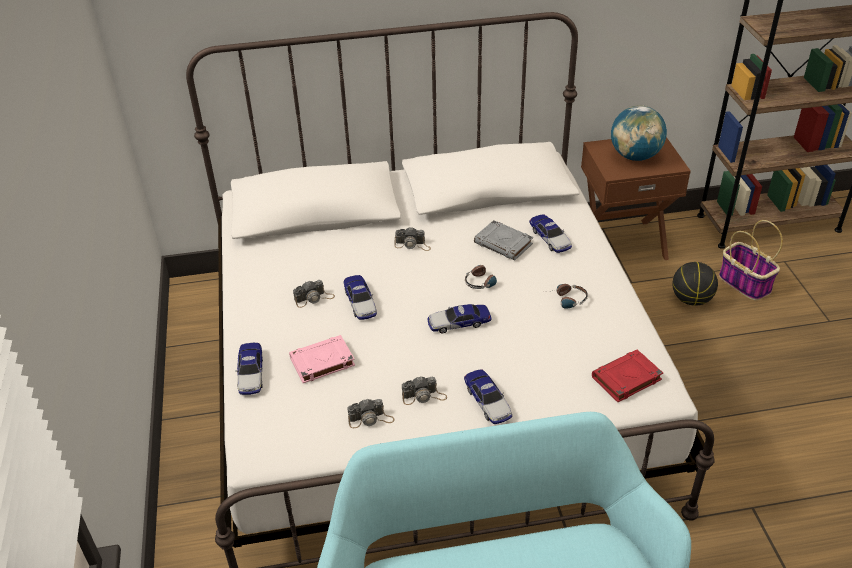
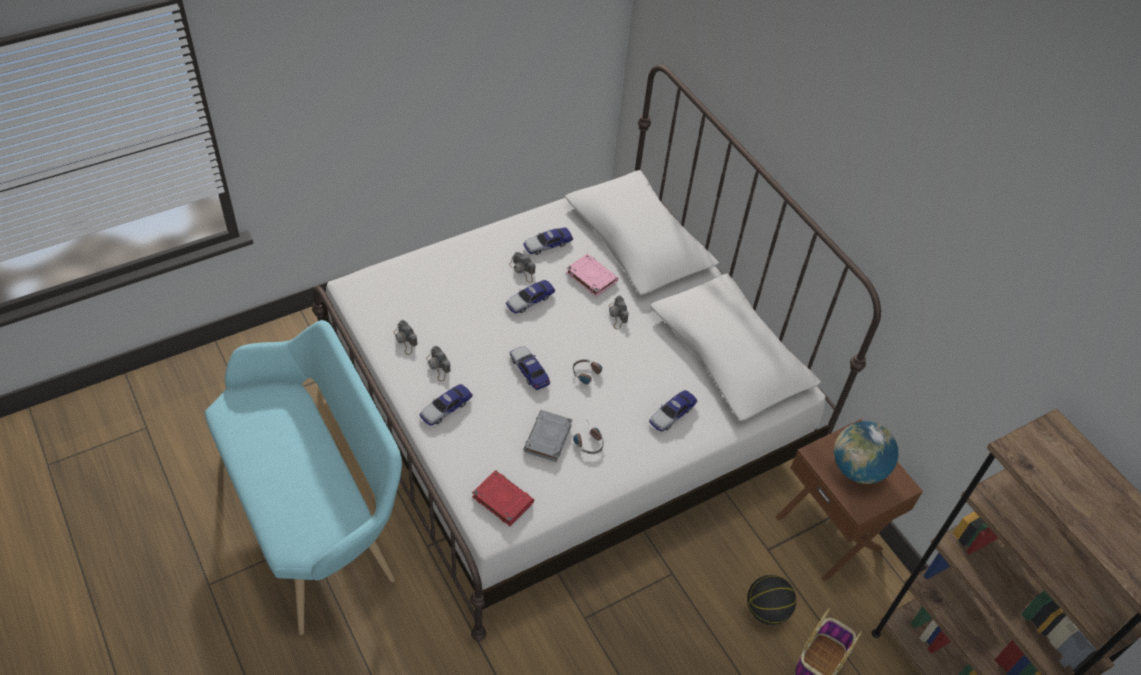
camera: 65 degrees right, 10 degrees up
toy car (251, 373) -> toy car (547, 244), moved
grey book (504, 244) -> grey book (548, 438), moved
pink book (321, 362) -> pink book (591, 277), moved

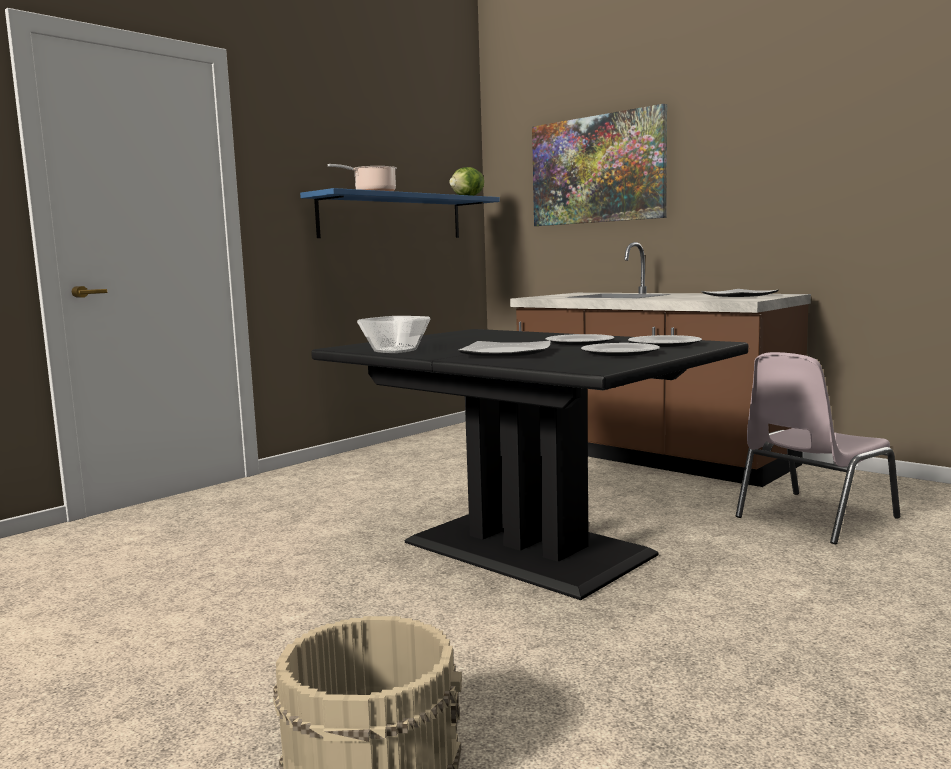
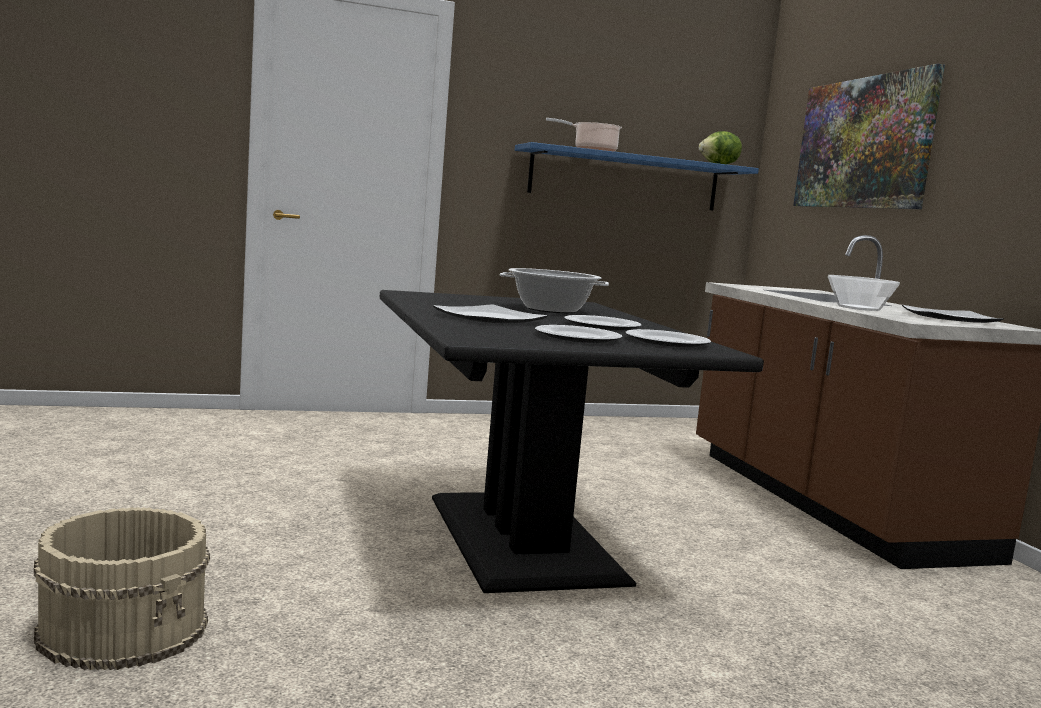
camera: 30 degrees right, 0 degrees up
none -> cooking pot (551, 310)
bowl (396, 351) -> bowl (860, 308), moved
pink chair (812, 517) -> none

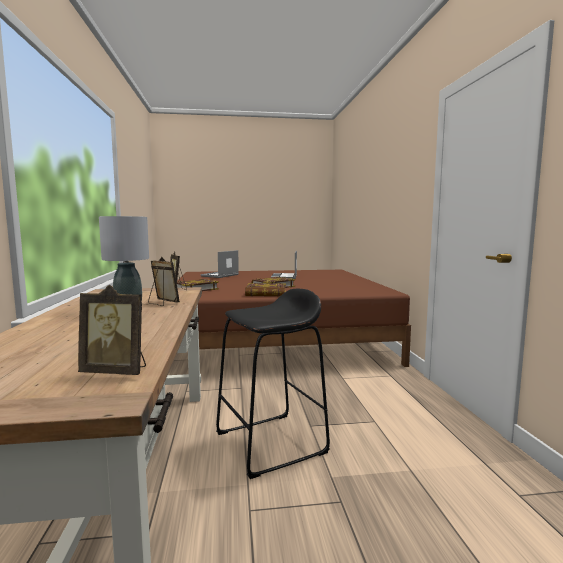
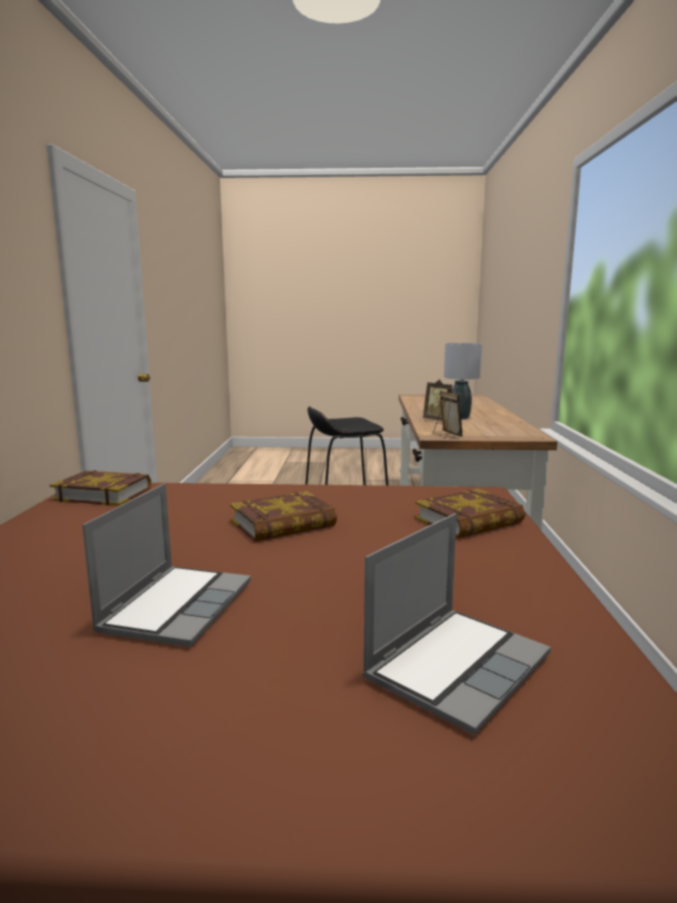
camera: 170 degrees left, 5 degrees up
book (266, 293) -> book (103, 494), moved
picture frame (116, 371) -> none

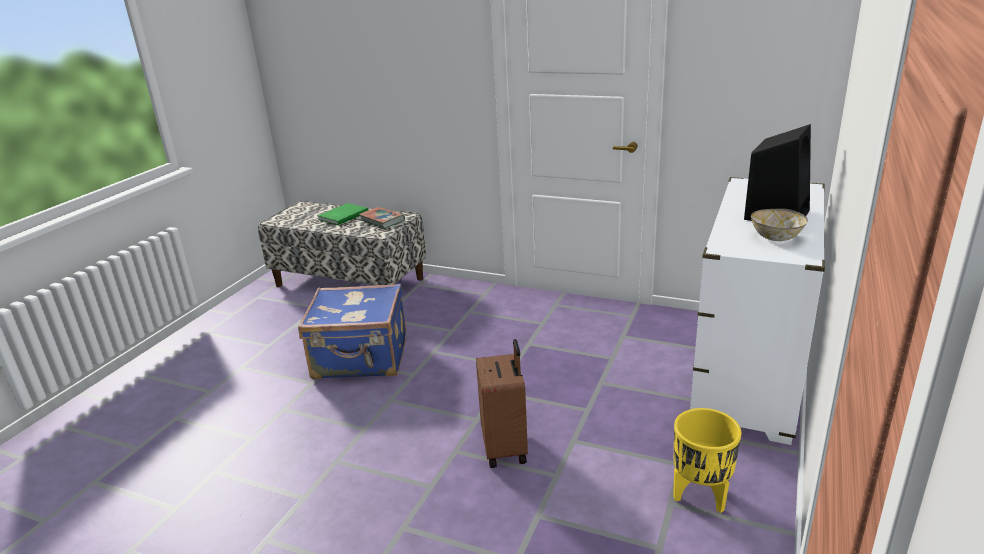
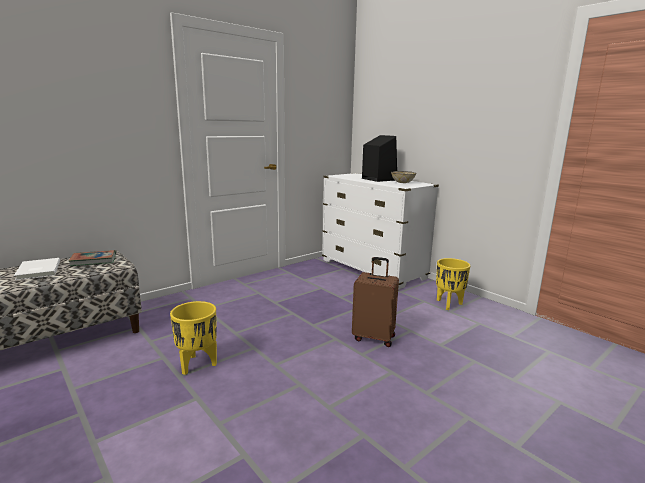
camera: 65 degrees left, 10 degrees down
green book (342, 215) -> white book (37, 270)
blue suitcase (361, 359) -> yellow planter (197, 364)

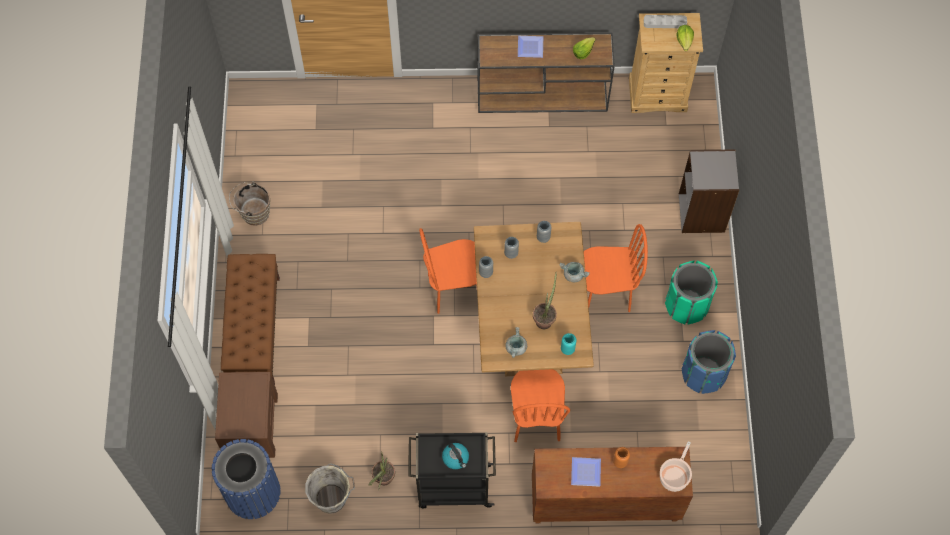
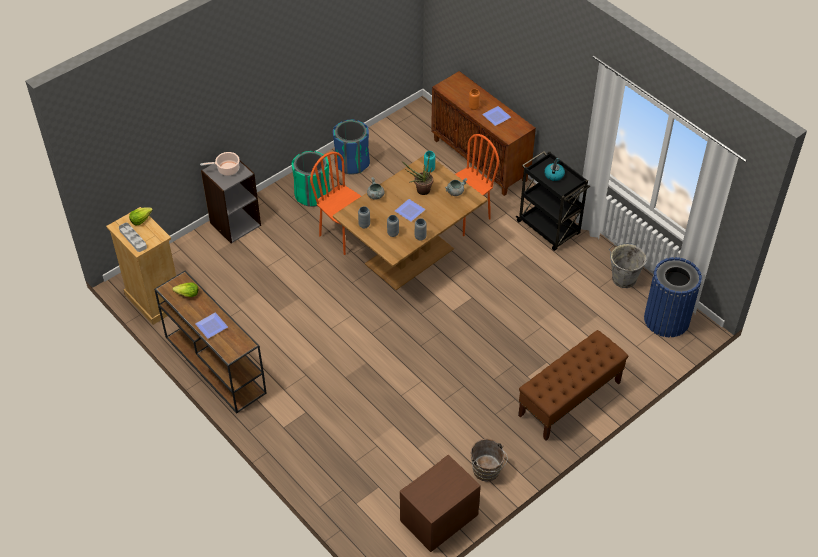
camera: 130 degrees left, 15 degrees down
cooking pot (674, 476) -> cooking pot (226, 169), moved
none -> plate (411, 211)
brown nightstand (251, 425) -> brown nightstand (438, 518), moved
potted plant (382, 481) -> none
orange chair (454, 289) -> none

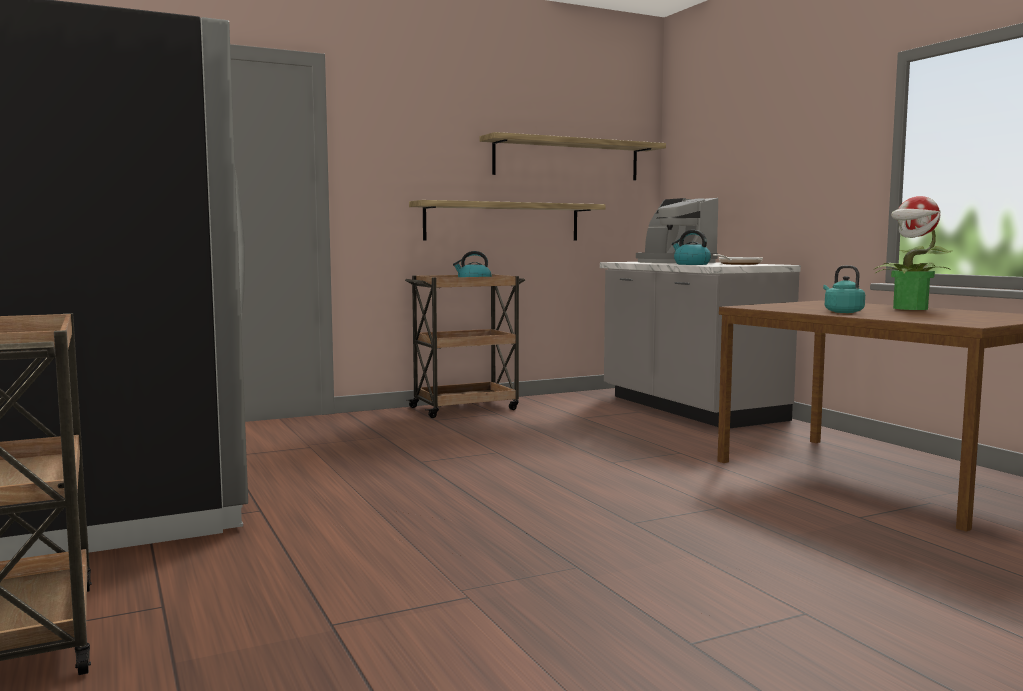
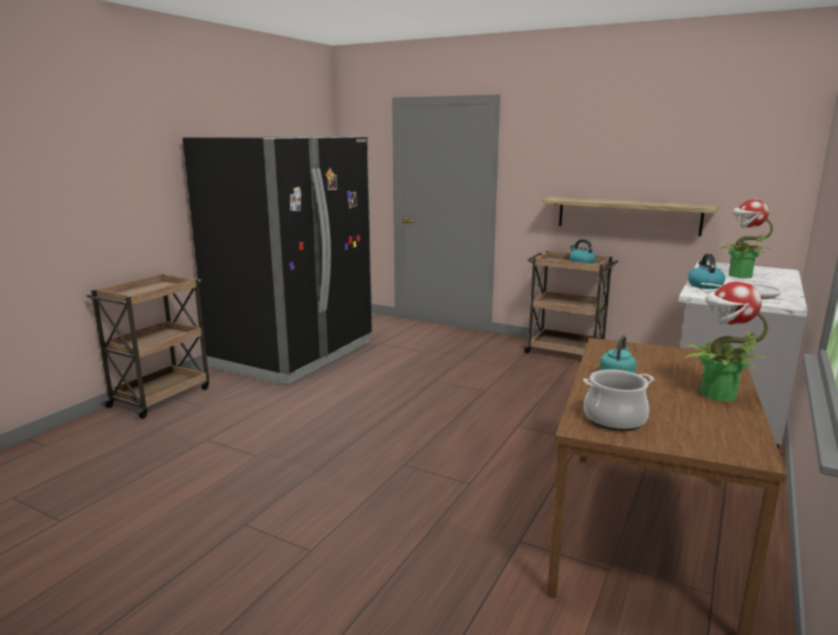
camera: 55 degrees right, 10 degrees up
none -> cooking pot (614, 419)
coffee machine (673, 262) -> potted plant (739, 275)
shelf (567, 159) -> none

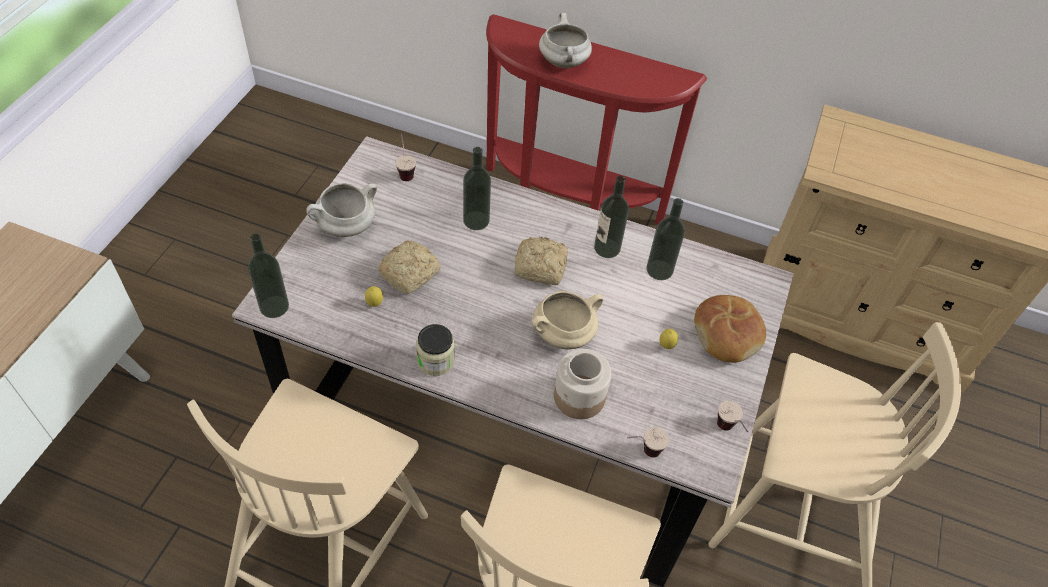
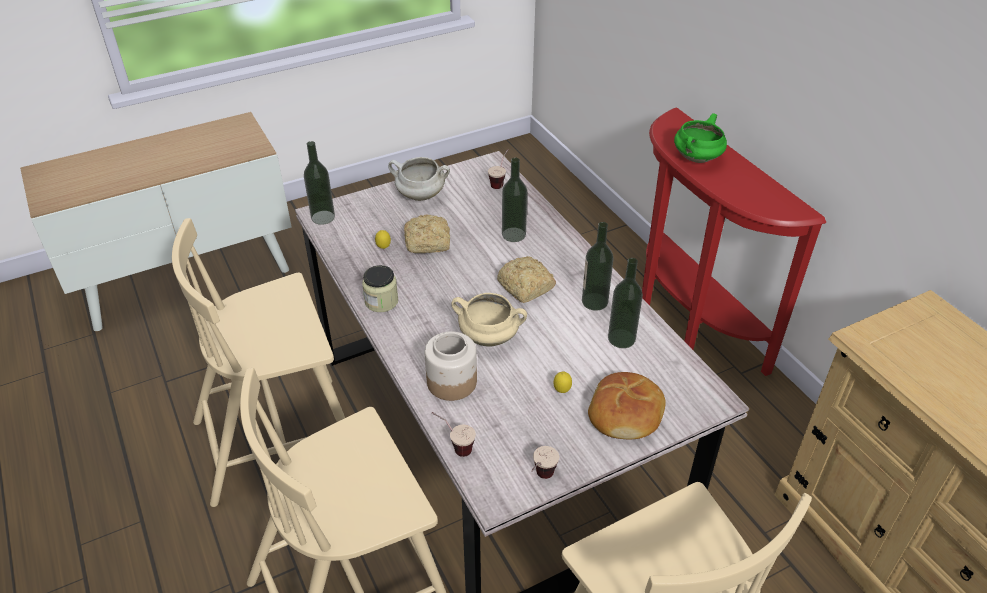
camera: 45 degrees right, 10 degrees down
white cooking pot (564, 63) -> green cooking pot (697, 159)

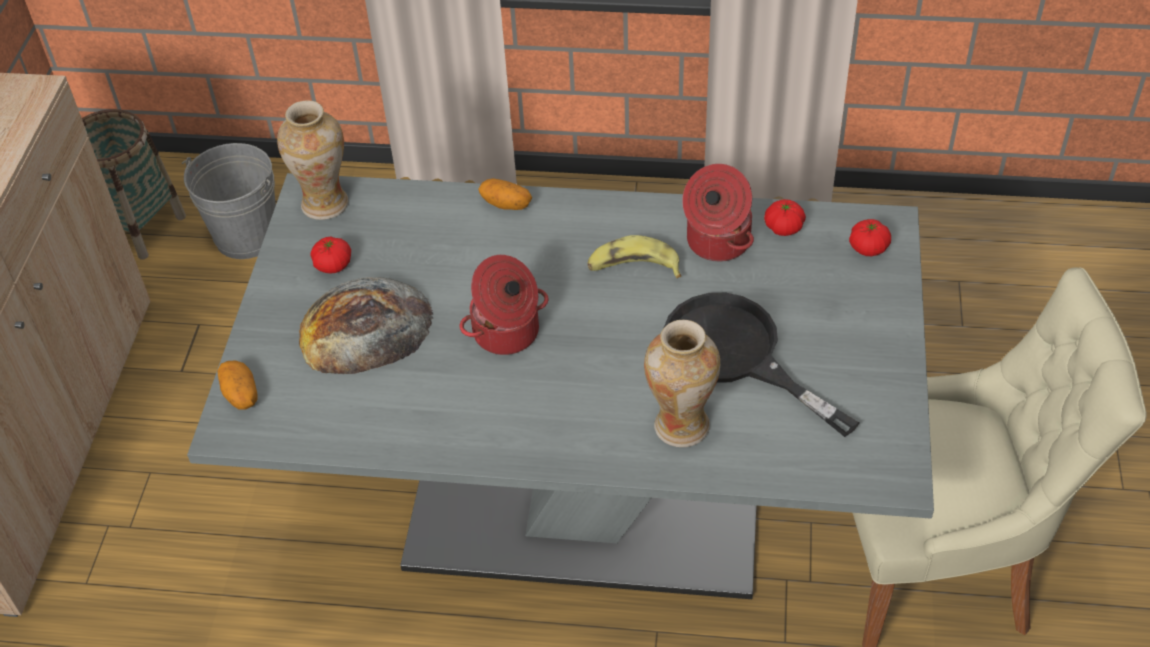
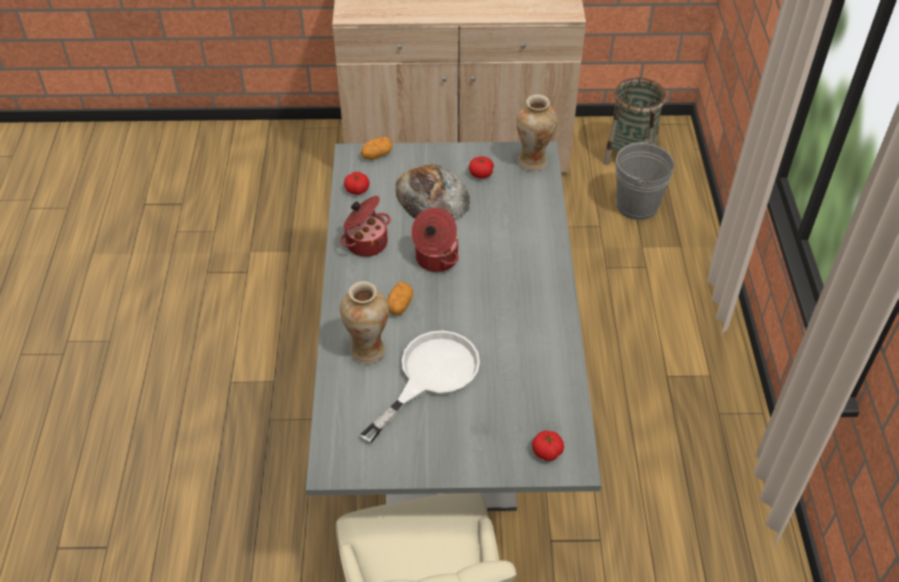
camera: 80 degrees right, 0 degrees up
cooking pot (716, 242) -> cooking pot (366, 242), moved
tomato (783, 228) -> tomato (357, 190), moved
black frying pan (737, 355) -> white frying pan (430, 376)
potato (506, 204) -> potato (399, 305), moved
banana (633, 268) -> none

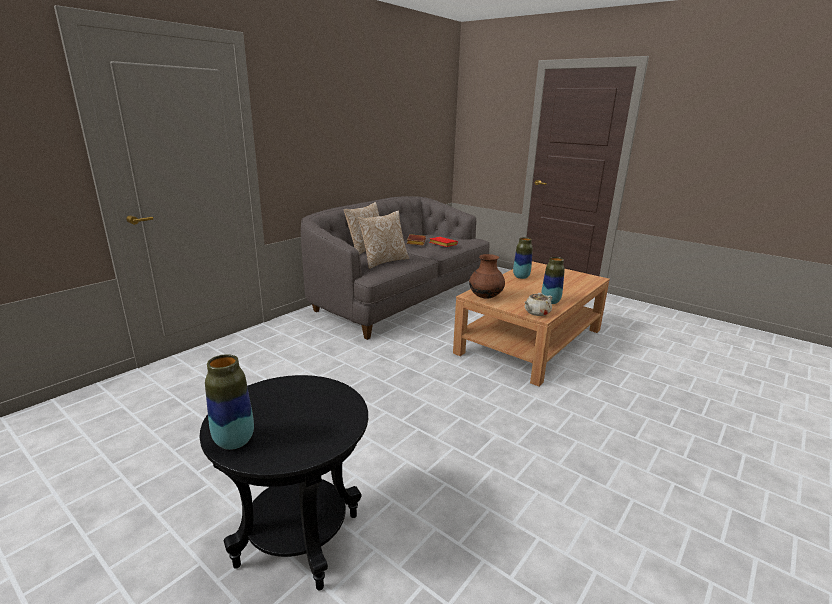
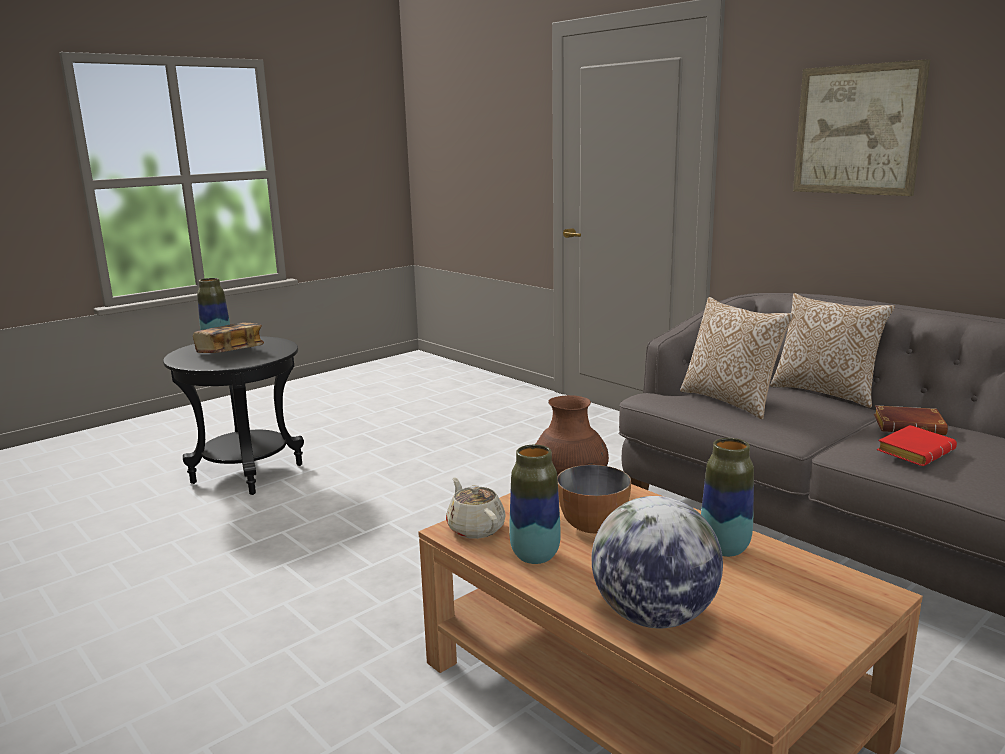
camera: 100 degrees right, 5 degrees down
none -> book (230, 352)
none -> bowl (593, 526)
none -> globe (653, 616)
none -> picture (857, 130)

